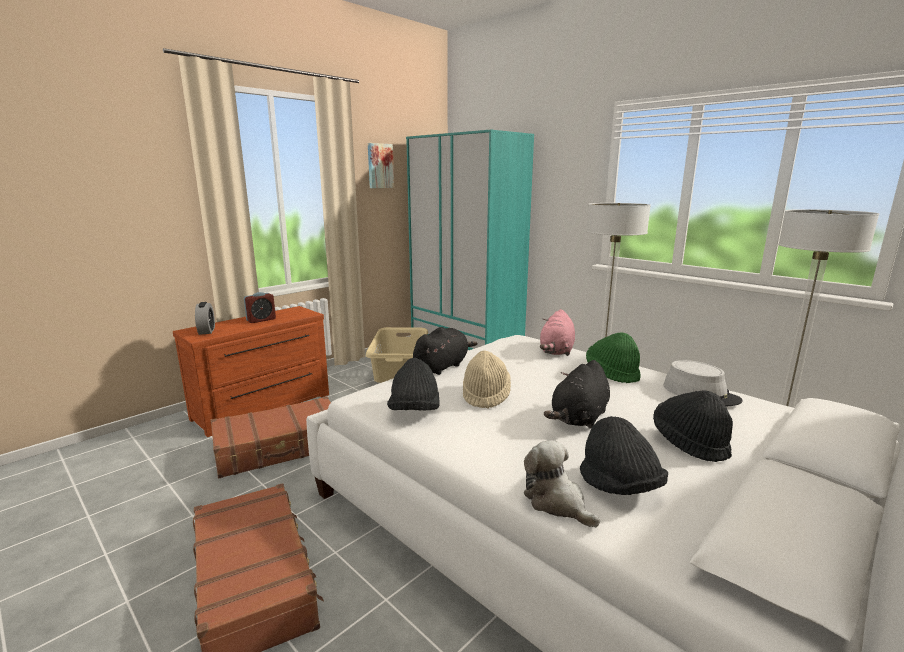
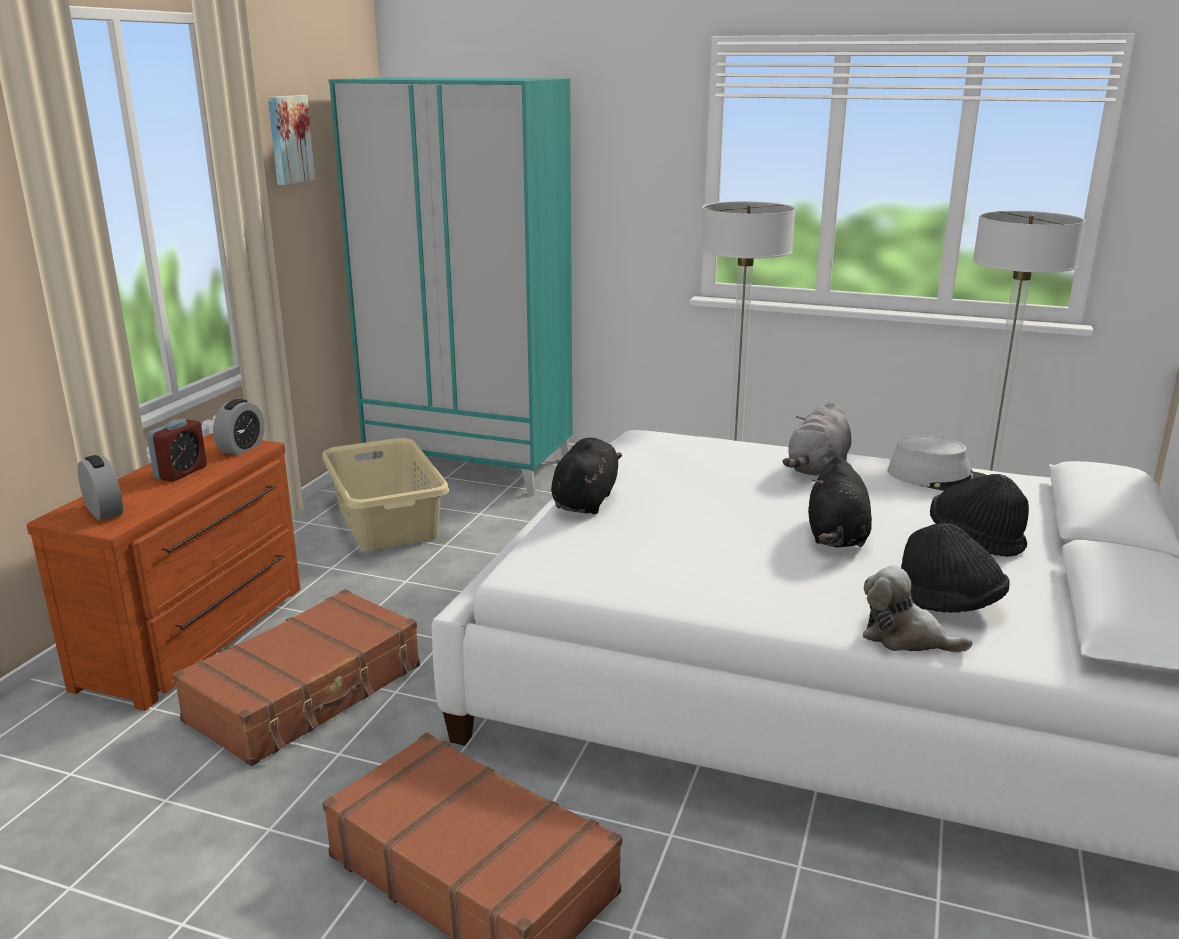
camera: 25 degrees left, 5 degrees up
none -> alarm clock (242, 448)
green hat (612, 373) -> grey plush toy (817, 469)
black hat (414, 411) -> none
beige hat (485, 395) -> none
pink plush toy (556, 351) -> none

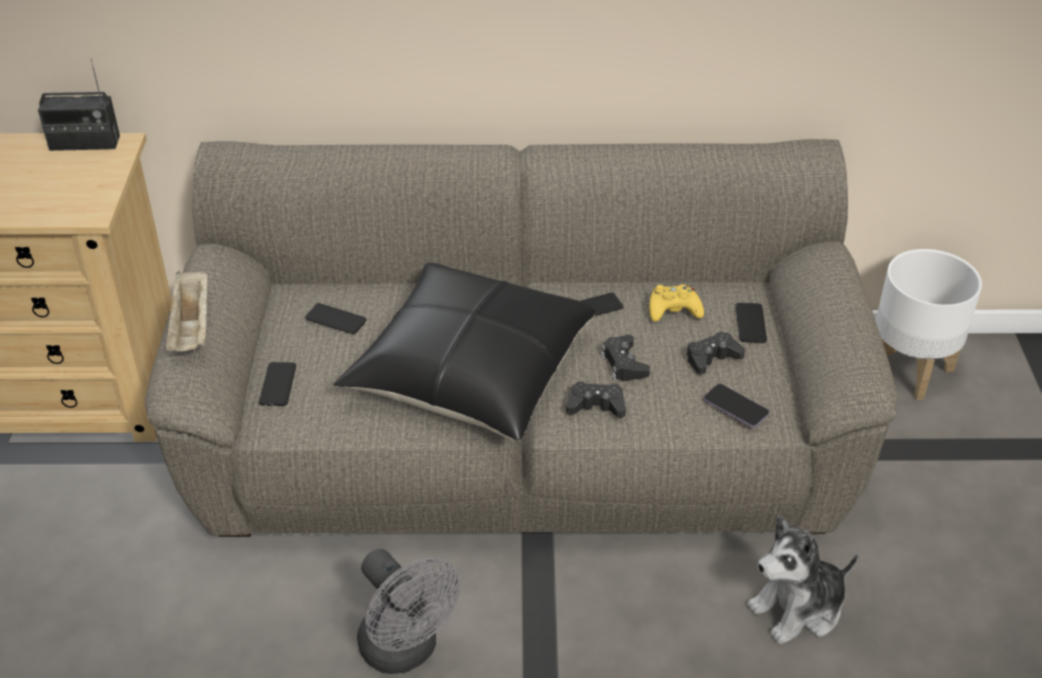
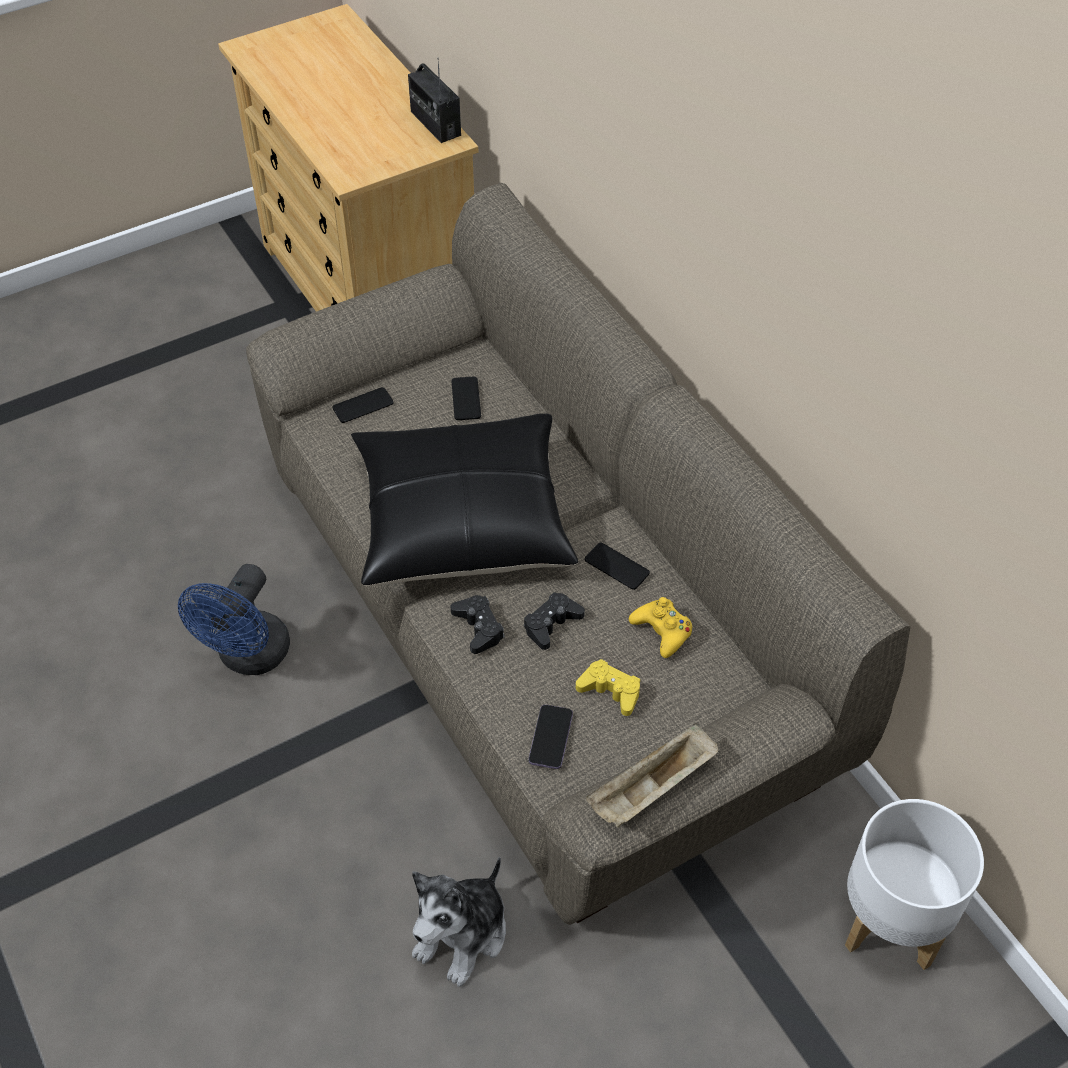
camera: 60 degrees right, 10 degrees up
grey fan (406, 651) -> blue fan (249, 657)
plush toy (798, 609) -> plush toy (463, 934), 90 degrees counterclockwise
black game controller (712, 358) -> yellow game controller (610, 691)
beige tray (192, 327) -> beige tray (651, 789), moved
phone (750, 323) -> none

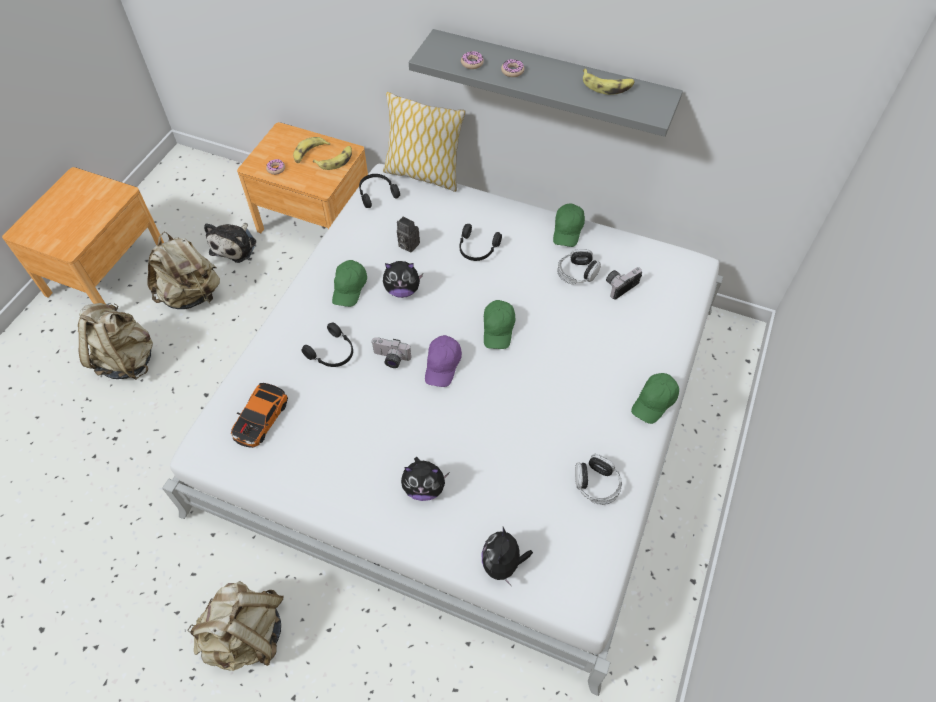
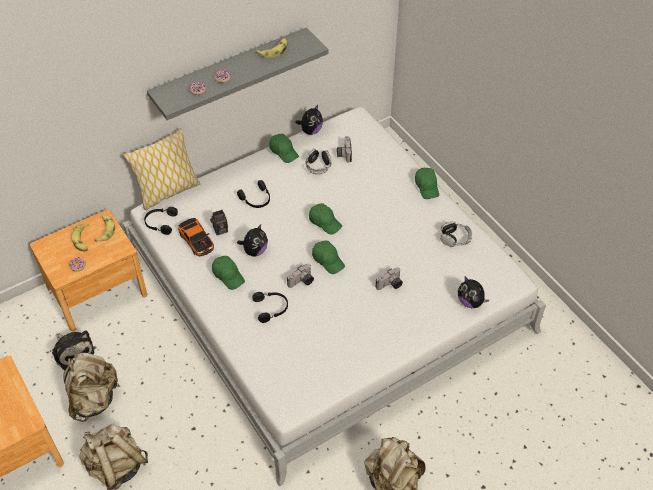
camera: 55 degrees left, 5 degrees down
toy car (261, 419) -> toy car (197, 240), moved
plush toy (424, 488) -> plush toy (310, 131), moved
purple cap (443, 365) -> green cap (328, 260)
none -> photo camera (390, 285)

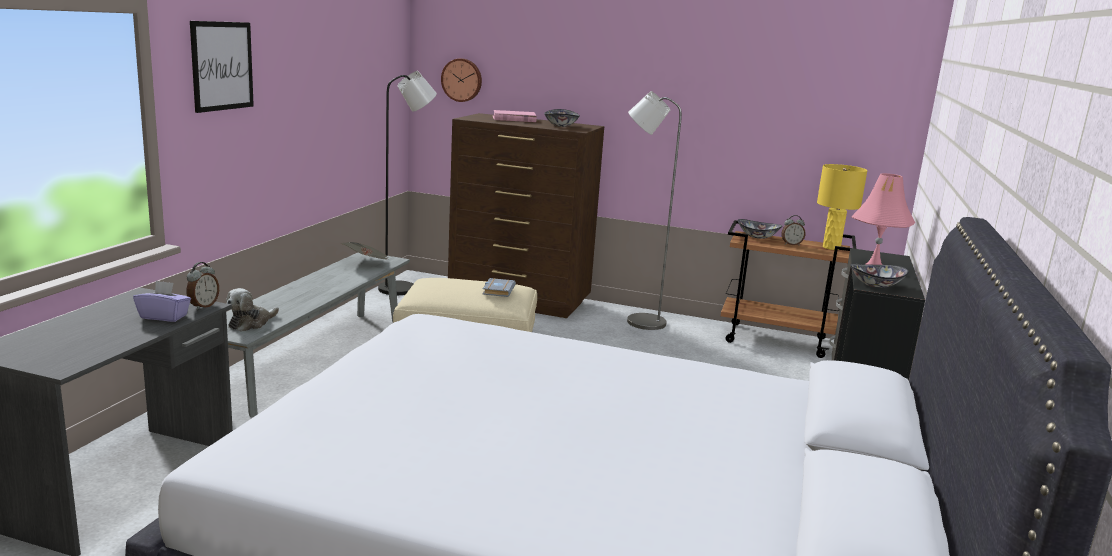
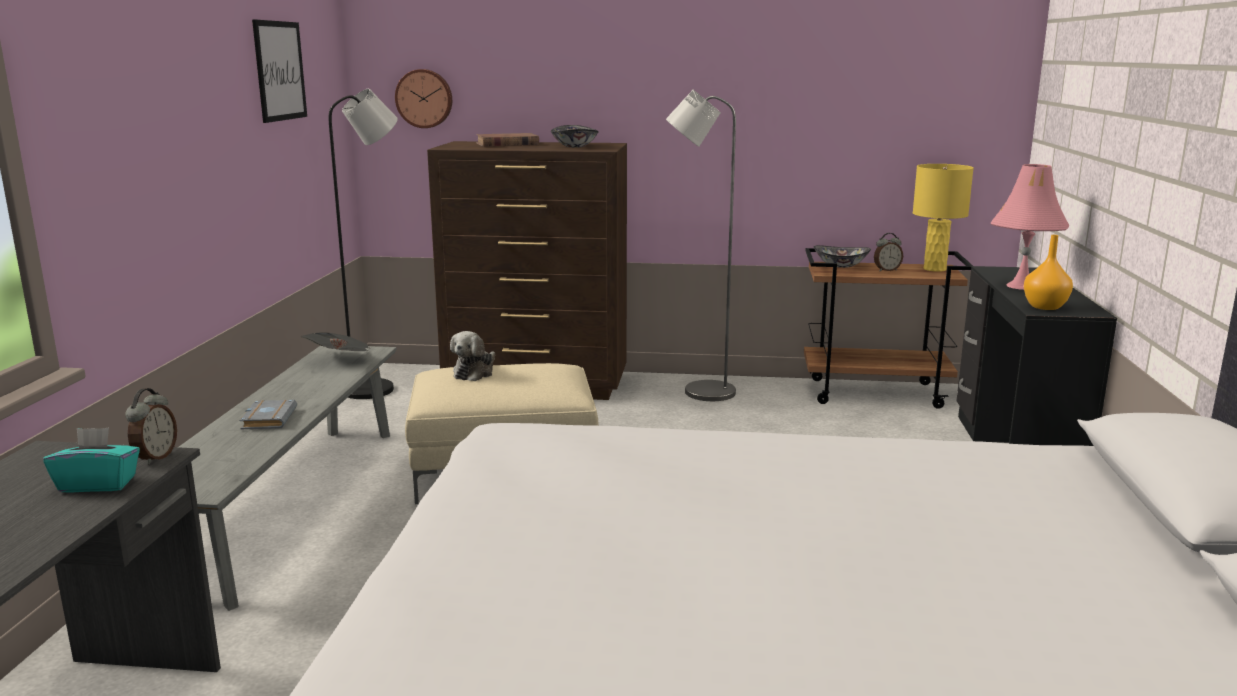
camera: 10 degrees left, 0 degrees up
purple tissue box (164, 316) -> turquoise tissue box (98, 484)
grey book (497, 290) -> grey book (267, 419), moved
picture (222, 66) -> picture (280, 71), moved
plush toy (251, 323) -> plush toy (475, 372), moved
pink book (514, 119) -> brown book (507, 144)
bowl (875, 285) -> orange vase (1045, 307)

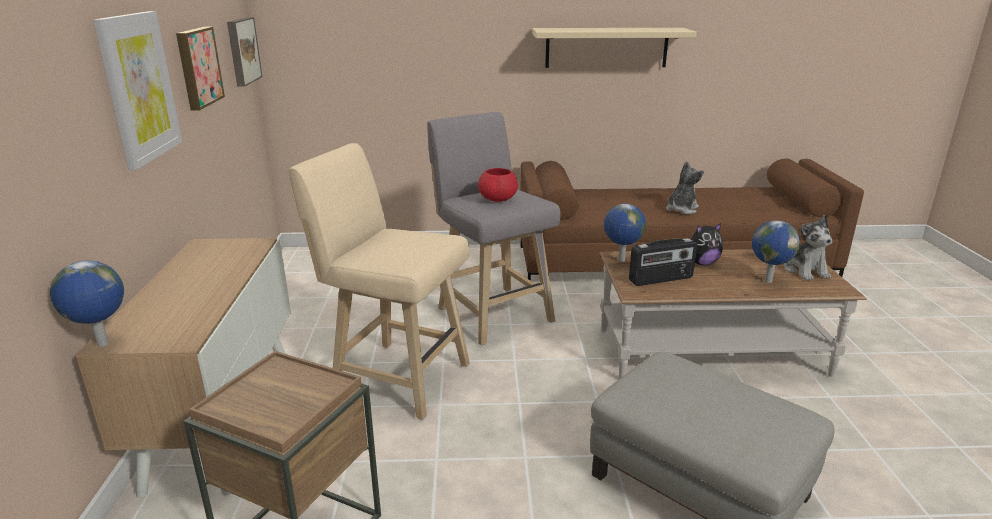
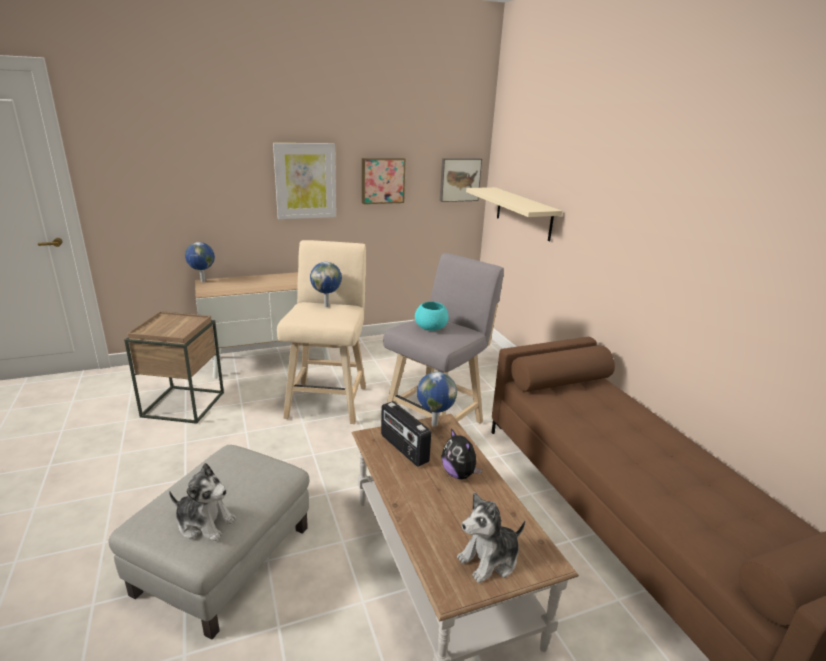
camera: 70 degrees right, 0 degrees up
plush toy (681, 209) -> plush toy (204, 523), moved
globe (767, 280) -> globe (327, 305), moved
red bowl (498, 199) -> turquoise bowl (431, 328)
beige shelf (606, 47) -> beige shelf (523, 213), moved

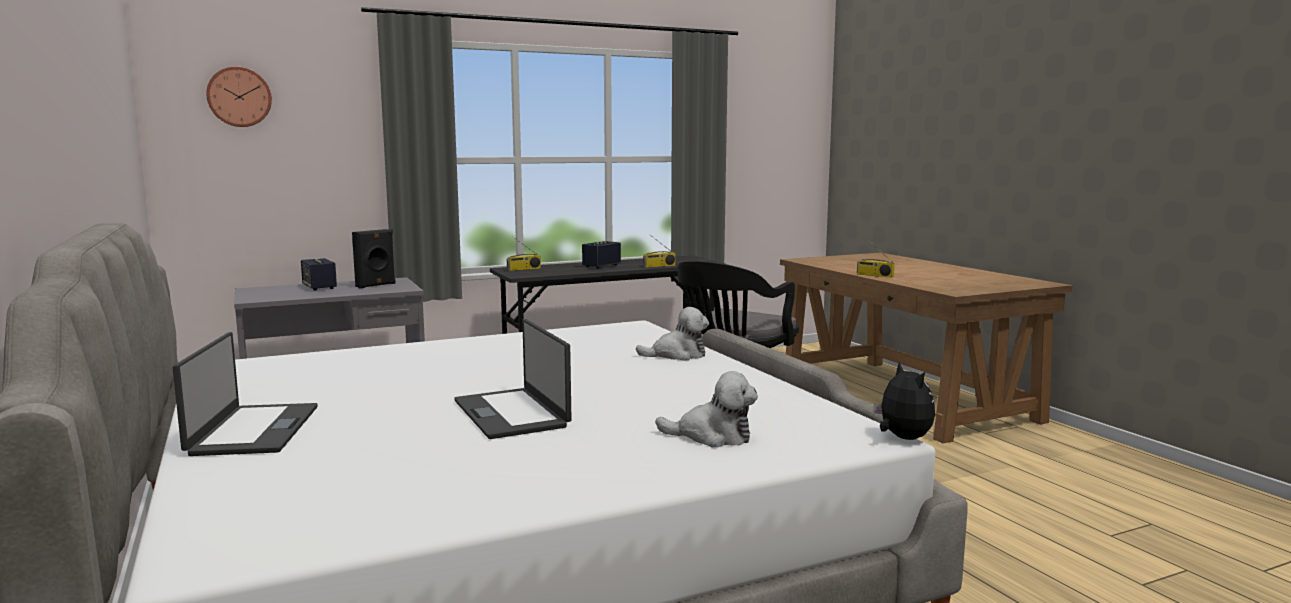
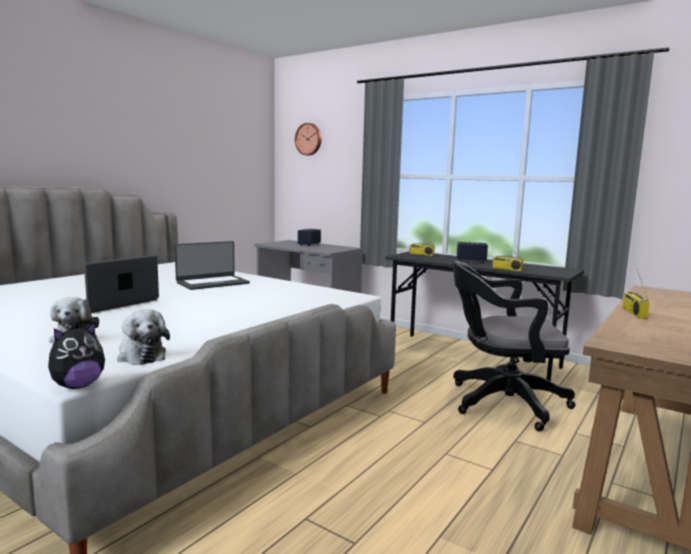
camera: 60 degrees right, 0 degrees up
plush toy (677, 355) -> plush toy (141, 355), moved
laptop (253, 430) -> laptop (212, 283), moved
black speaker (376, 285) -> none

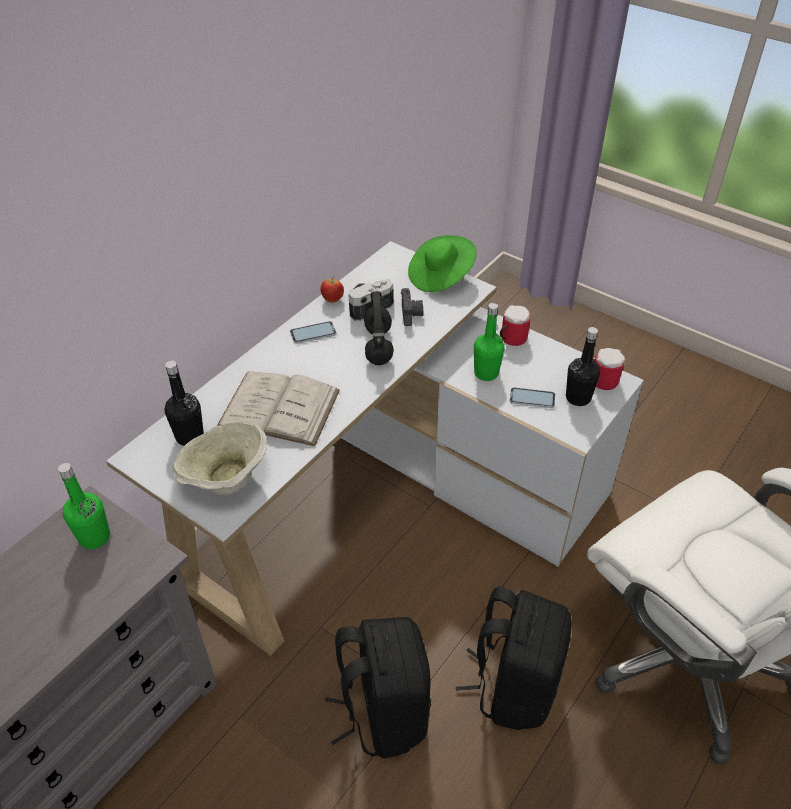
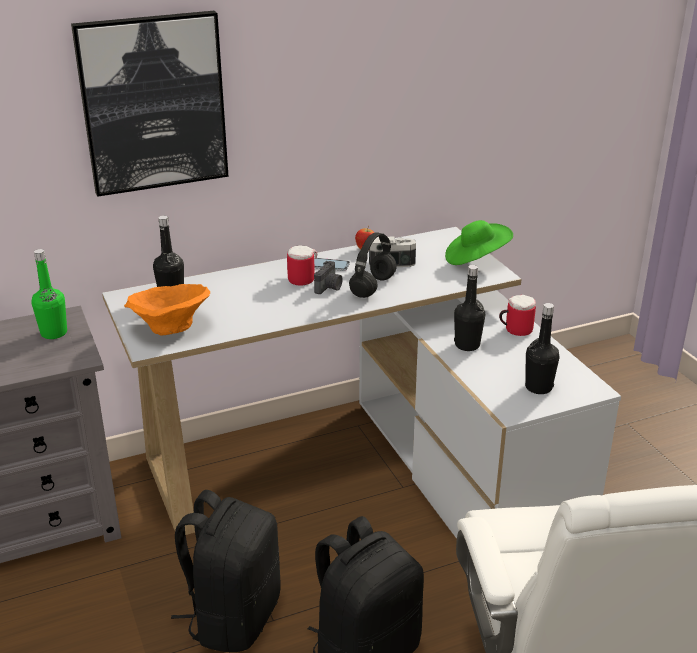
camera: 30 degrees right, 15 degrees down
none -> picture (153, 103)
beige bowl (225, 480) -> orange bowl (170, 328)
mug (600, 379) -> mug (300, 278), moved
photo camera (411, 315) -> photo camera (329, 287), moved
green bottle (486, 373) -> black bottle (467, 345)
white book (279, 408) -> none
phone (532, 398) -> none

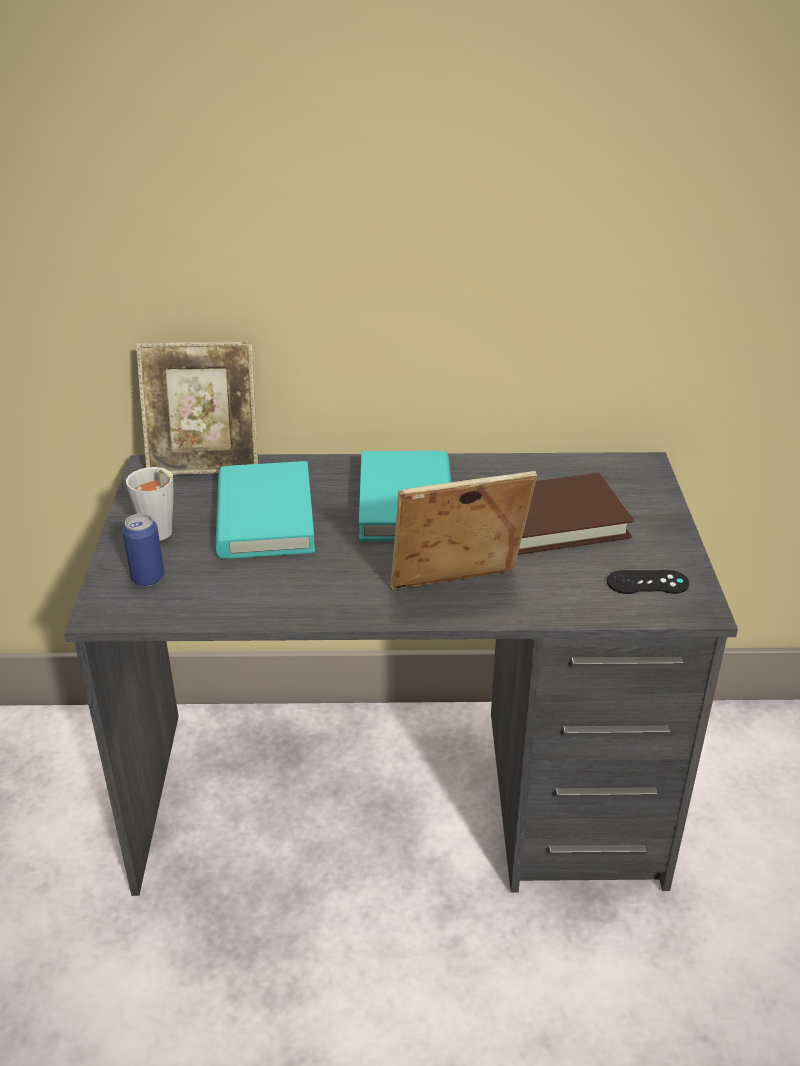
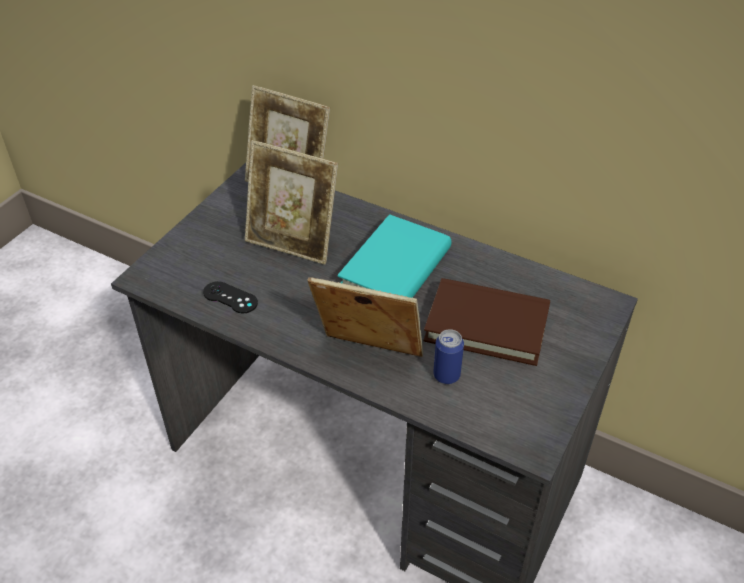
camera: 30 degrees right, 10 degrees up
black game controller (647, 583) -> black game controller (230, 297), moved
turquoise book (265, 517) -> picture frame (292, 242)
can (148, 578) -> can (446, 375), moved
grey cup (160, 536) -> none

